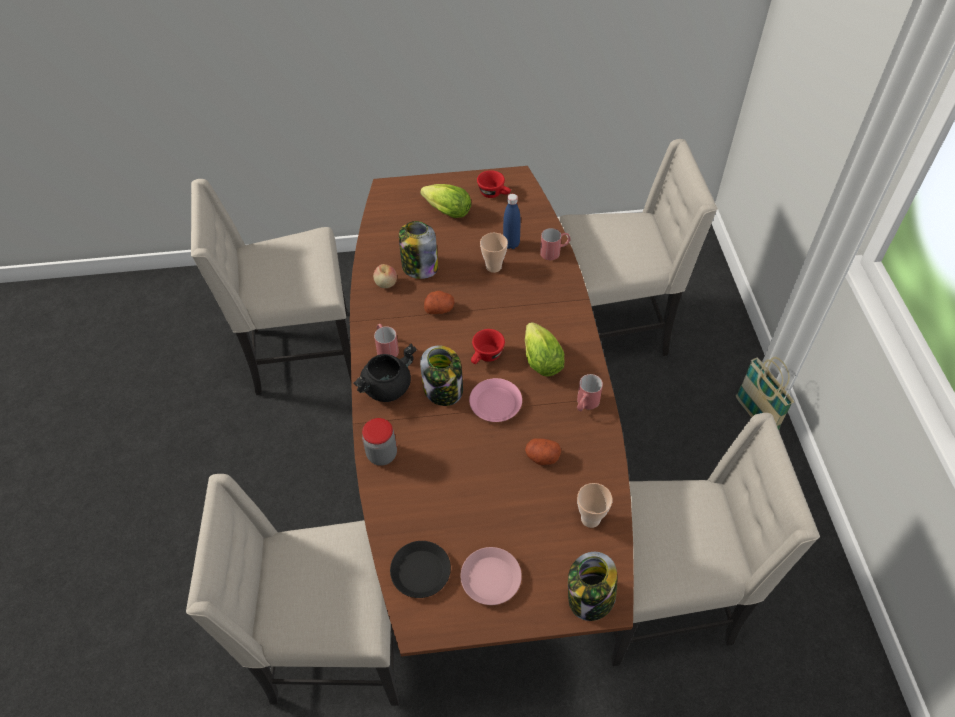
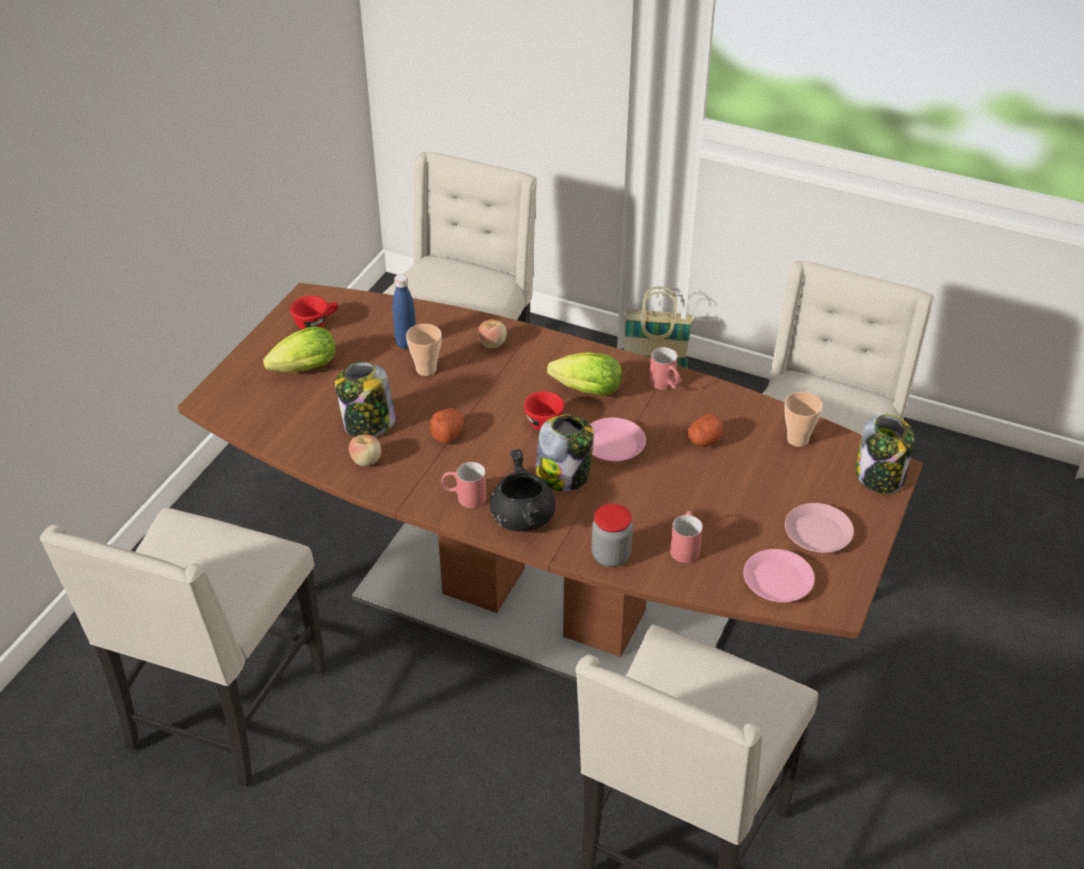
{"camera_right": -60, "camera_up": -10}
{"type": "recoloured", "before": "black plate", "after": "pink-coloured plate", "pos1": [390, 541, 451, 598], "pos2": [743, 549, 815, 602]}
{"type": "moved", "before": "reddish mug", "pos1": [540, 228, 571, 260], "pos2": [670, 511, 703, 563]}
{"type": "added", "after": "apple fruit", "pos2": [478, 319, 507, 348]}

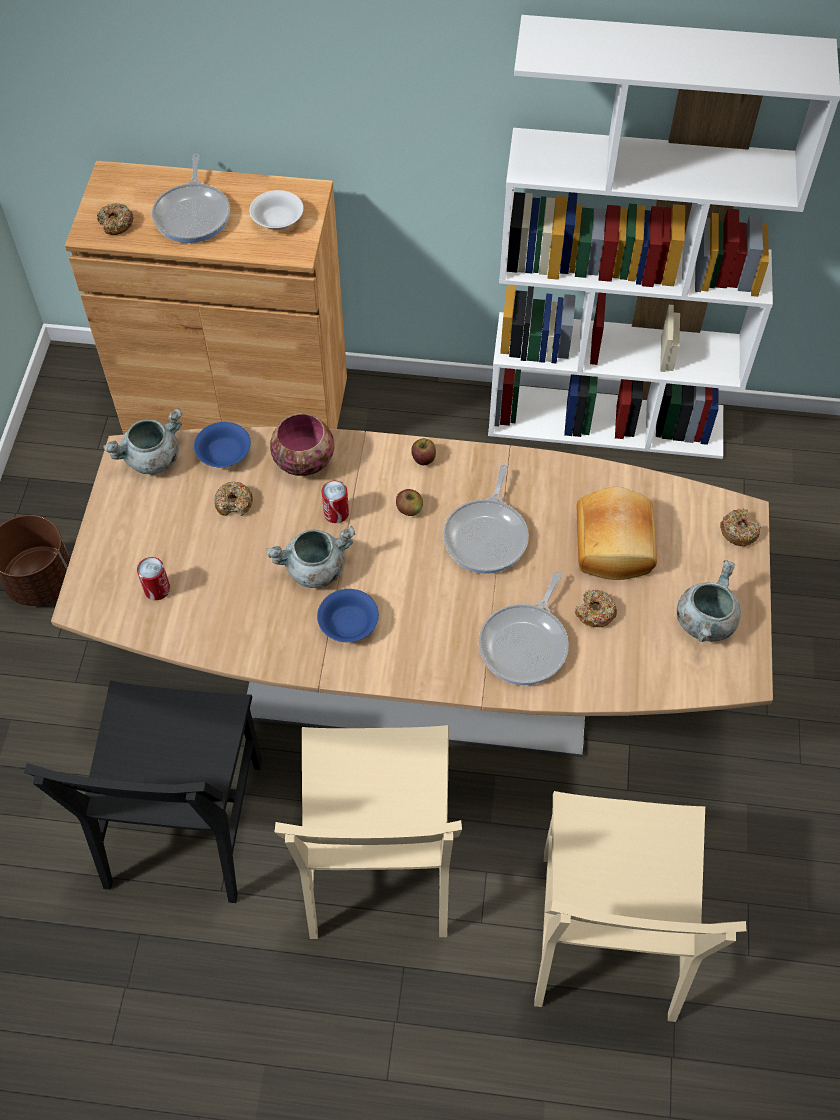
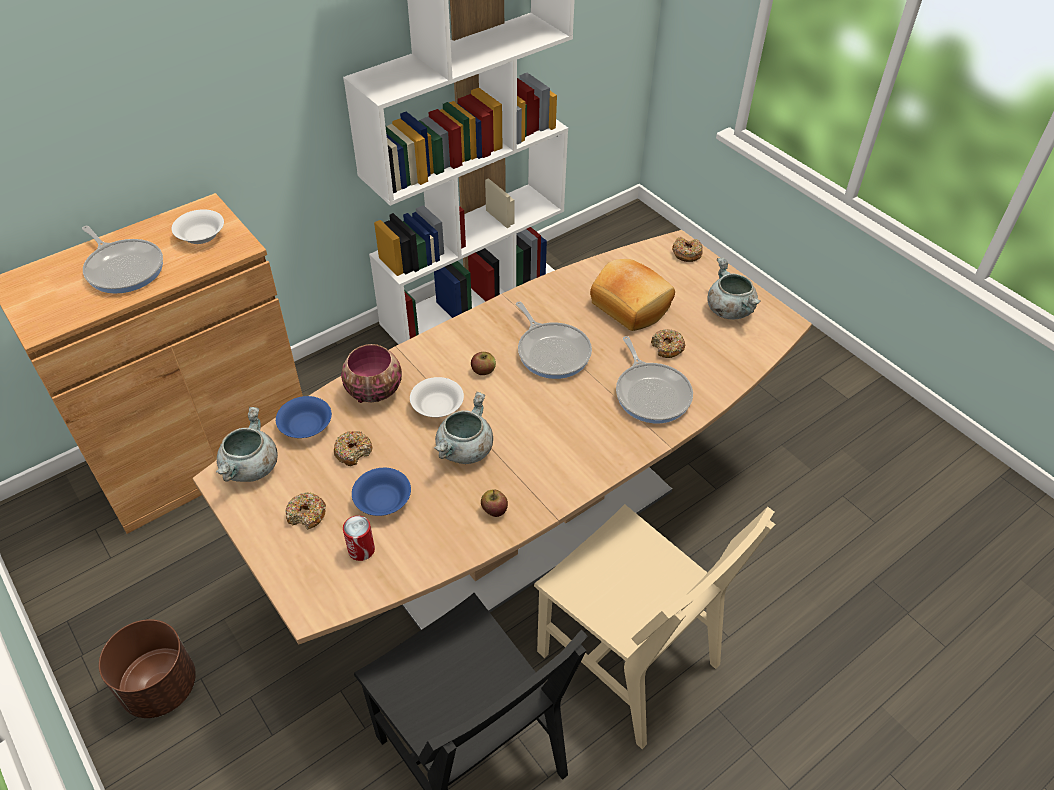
{"camera_right": -45, "camera_up": -10}
{"type": "moved", "before": "doughnut", "pos1": [97, 203, 134, 235], "pos2": [286, 492, 326, 529]}
{"type": "moved", "before": "bluish deep dish", "pos1": [317, 589, 379, 642], "pos2": [352, 468, 411, 516]}
{"type": "replaced", "before": "can", "after": "white-coloured deep dish", "pos1": [321, 481, 349, 523], "pos2": [410, 377, 464, 417]}
{"type": "moved", "before": "apple fruit", "pos1": [411, 438, 436, 465], "pos2": [481, 489, 508, 517]}
{"type": "removed", "before": "beige chair", "pos1": [534, 791, 747, 1022]}

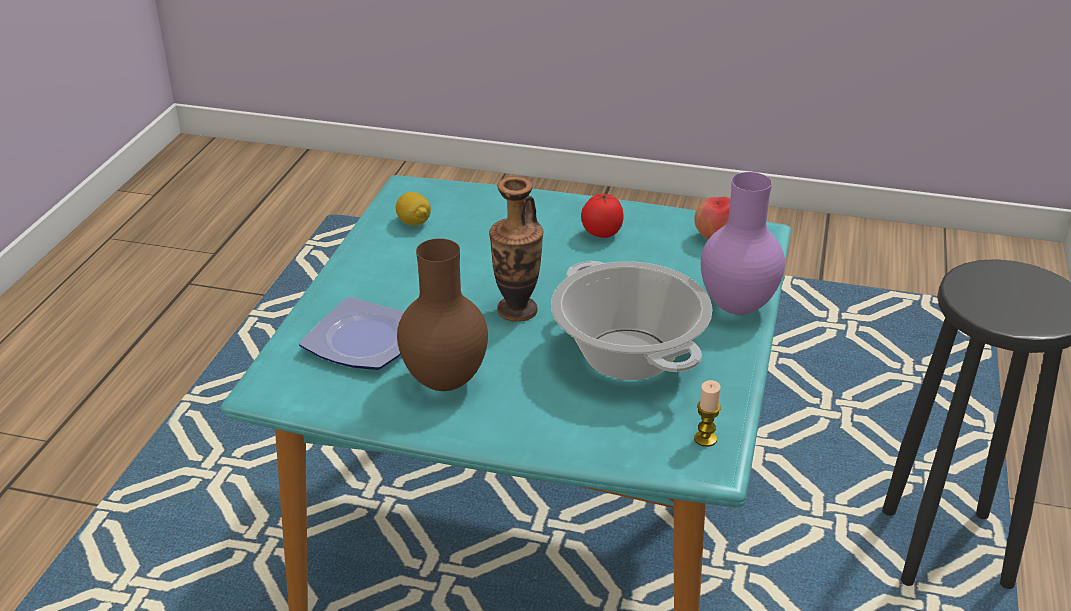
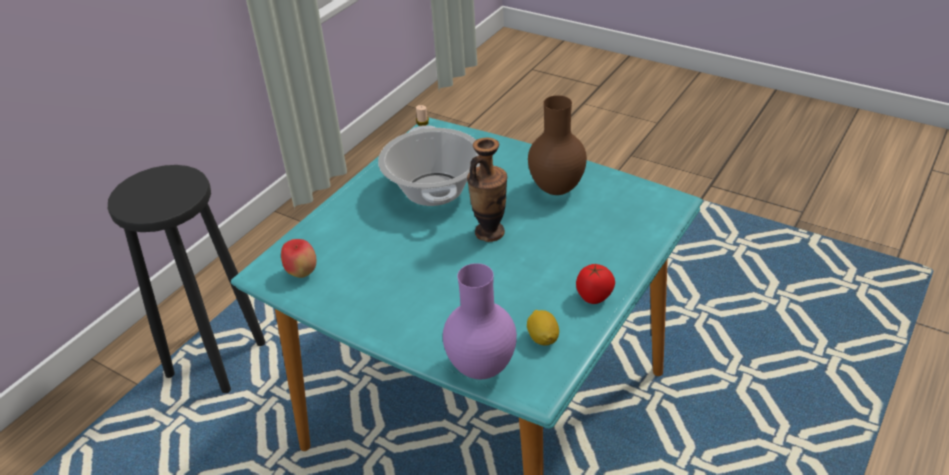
{"camera_right": -160, "camera_up": 5}
{"type": "removed", "before": "plate", "pos1": [299, 297, 404, 370]}
{"type": "moved", "before": "fresh tomato", "pos1": [581, 193, 624, 238], "pos2": [576, 264, 615, 304]}
{"type": "moved", "before": "purple vase", "pos1": [701, 172, 785, 315], "pos2": [443, 263, 517, 380]}

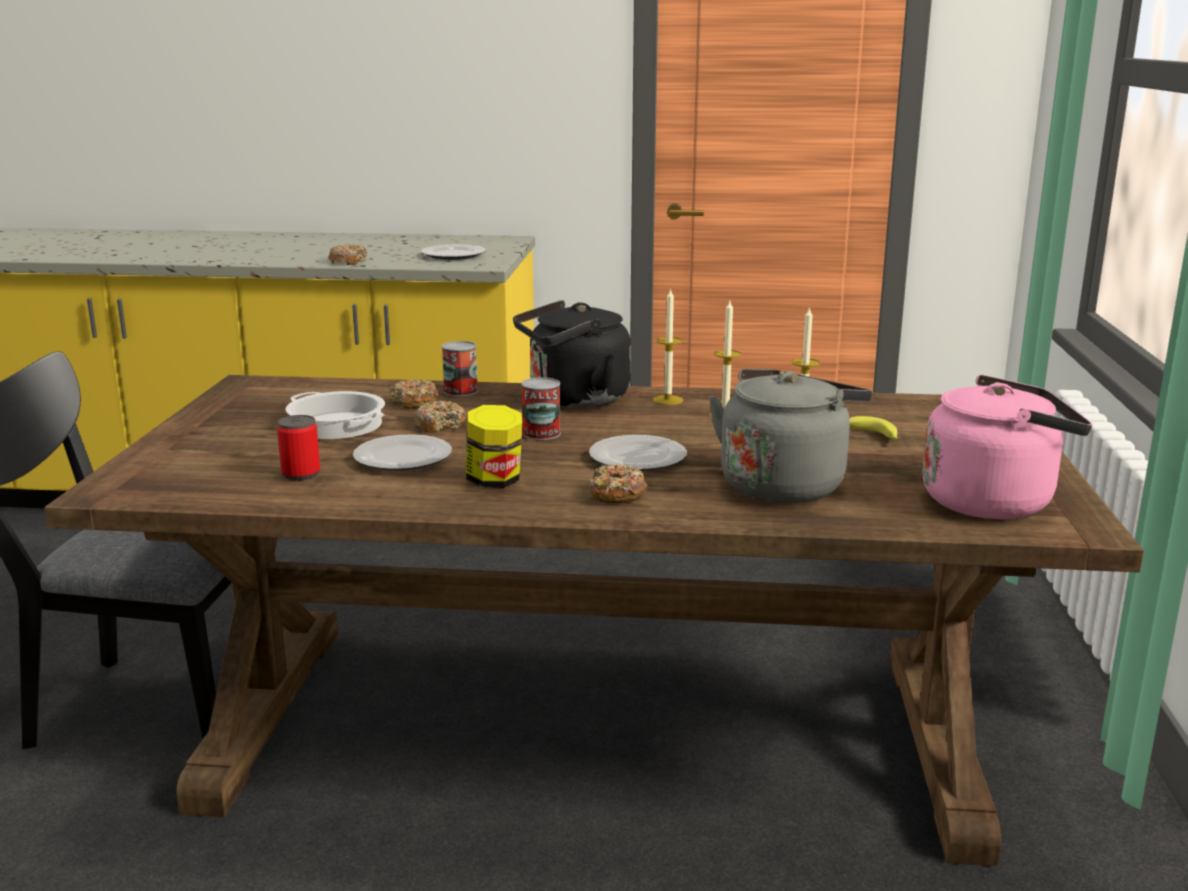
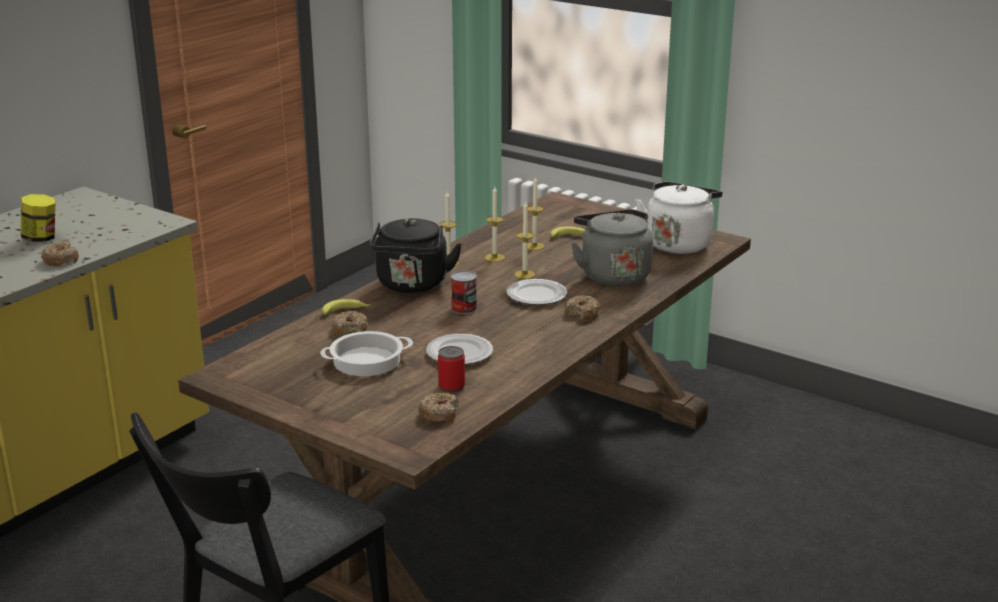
{"camera_right": -60, "camera_up": 5}
{"type": "moved", "before": "doughnut", "pos1": [414, 401, 466, 433], "pos2": [418, 393, 459, 423]}
{"type": "removed", "before": "plate", "pos1": [421, 245, 486, 260]}
{"type": "replaced", "before": "can", "after": "banana fruit", "pos1": [442, 341, 478, 397], "pos2": [322, 299, 370, 315]}
{"type": "moved", "before": "preserve jar", "pos1": [466, 405, 523, 488], "pos2": [21, 194, 55, 242]}
{"type": "recoloured", "before": "pink-coloured kettle", "after": "white-coloured kettle", "pos1": [922, 375, 1092, 519], "pos2": [636, 181, 723, 254]}
{"type": "added", "after": "wax candle", "pos2": [515, 200, 535, 279]}

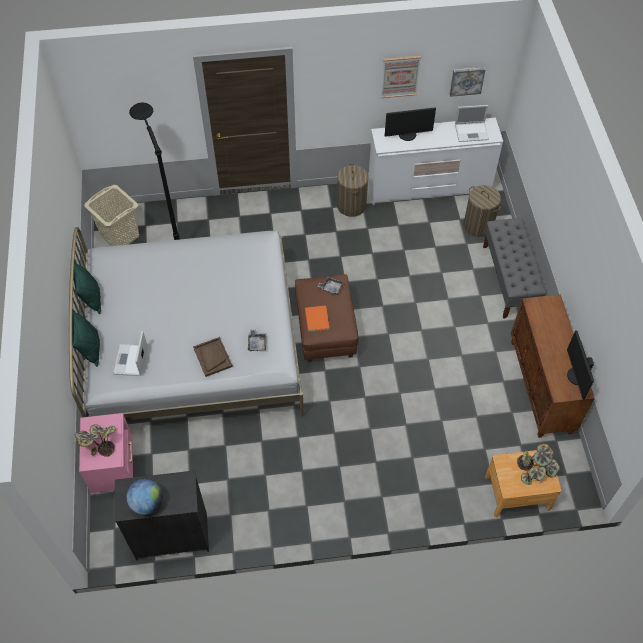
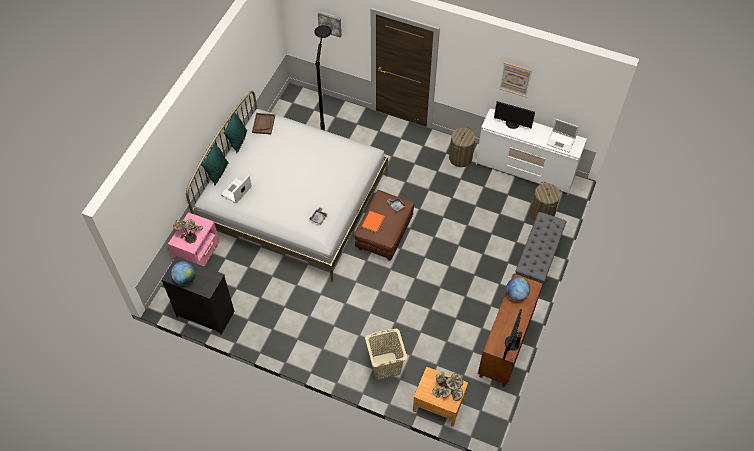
{"camera_right": 30, "camera_up": 0}
{"type": "moved", "before": "beige laundry basket", "pos1": [84, 185, 139, 246], "pos2": [365, 329, 407, 380]}
{"type": "moved", "before": "brownish serving tray", "pos1": [193, 337, 233, 377], "pos2": [252, 113, 275, 135]}
{"type": "moved", "before": "wall art", "pos1": [450, 67, 486, 97], "pos2": [318, 12, 342, 38]}
{"type": "added", "after": "desk globe", "pos2": [506, 277, 530, 301]}

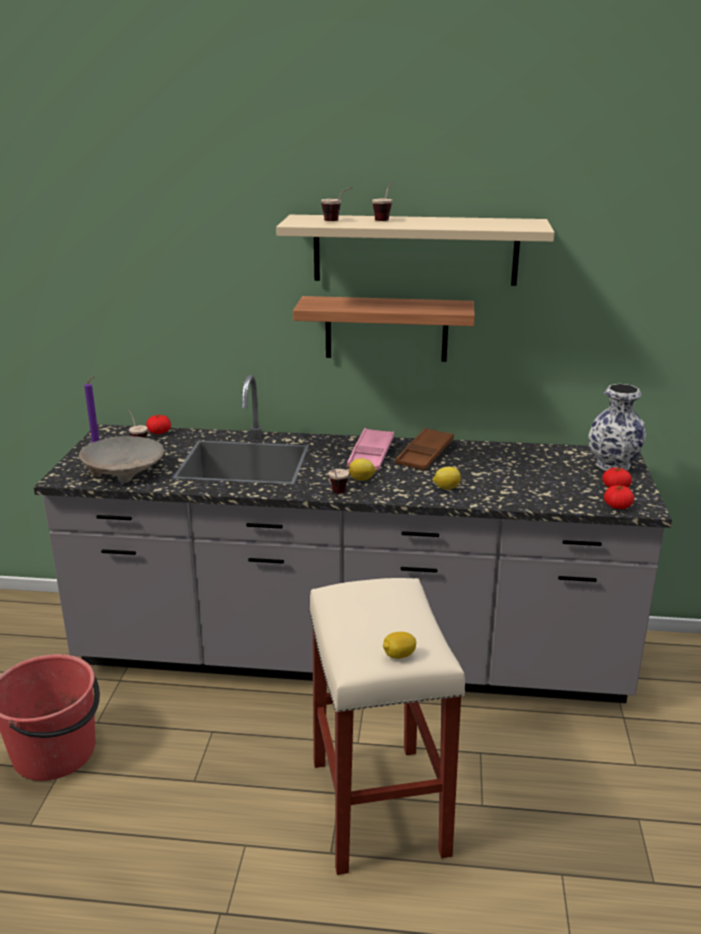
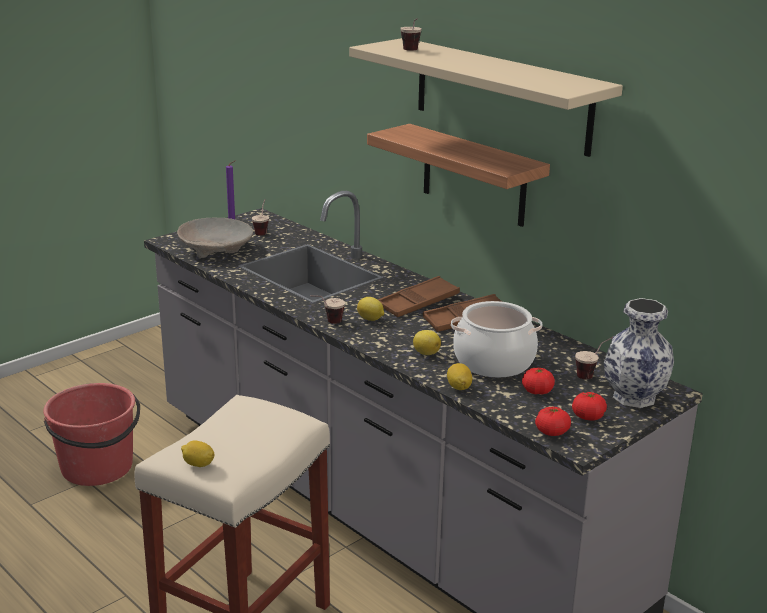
{"camera_right": 40, "camera_up": 0}
{"type": "moved", "before": "fresh tomato", "pos1": [146, 415, 171, 434], "pos2": [522, 368, 555, 395]}
{"type": "recoloured", "before": "pink-coloured serving tray", "after": "brownish serving tray", "pos1": [347, 428, 394, 471], "pos2": [378, 276, 460, 317]}
{"type": "moved", "before": "drinking cup", "pos1": [372, 182, 393, 221], "pos2": [575, 337, 613, 379]}
{"type": "added", "after": "lemon", "pos2": [447, 363, 472, 390]}
{"type": "added", "after": "saucepot", "pos2": [451, 301, 542, 377]}

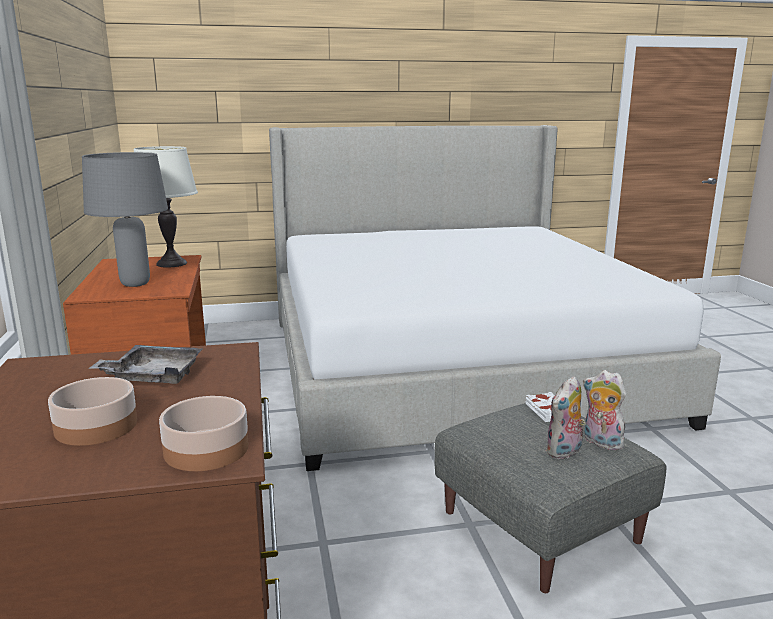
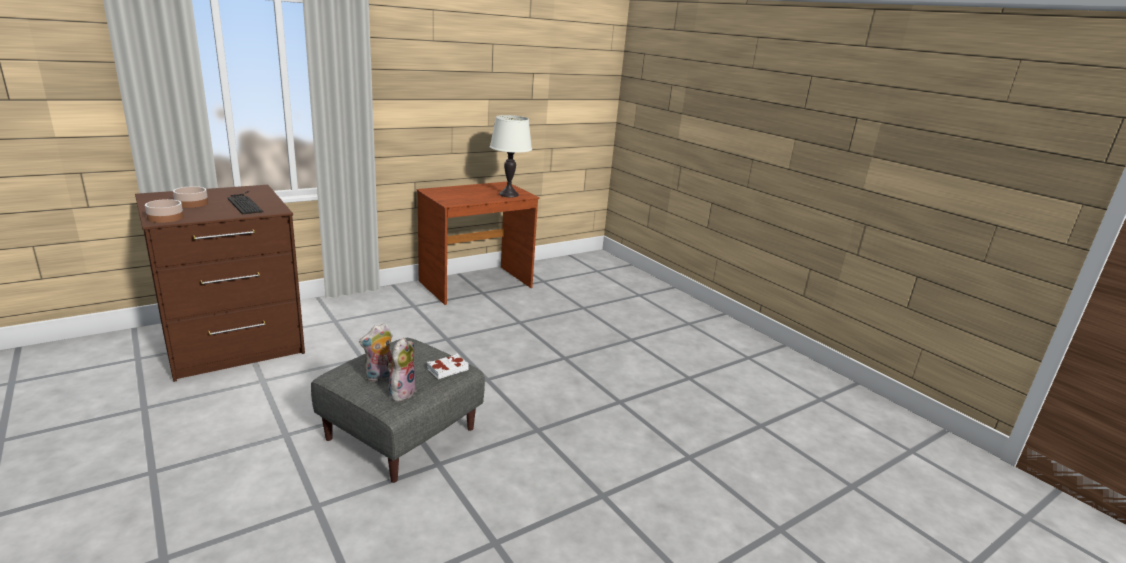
{"camera_right": 65, "camera_up": 5}
{"type": "removed", "before": "greyish table lamp", "pos1": [82, 152, 168, 287]}
{"type": "replaced", "before": "greyish serving tray", "after": "computer keyboard", "pos1": [89, 345, 202, 384], "pos2": [228, 191, 263, 215]}
{"type": "removed", "before": "sleeping bed", "pos1": [269, 125, 721, 471]}
{"type": "turned", "before": "soft toy", "pos1": [546, 376, 586, 459], "pos2": [359, 323, 392, 382], "turn": -60}

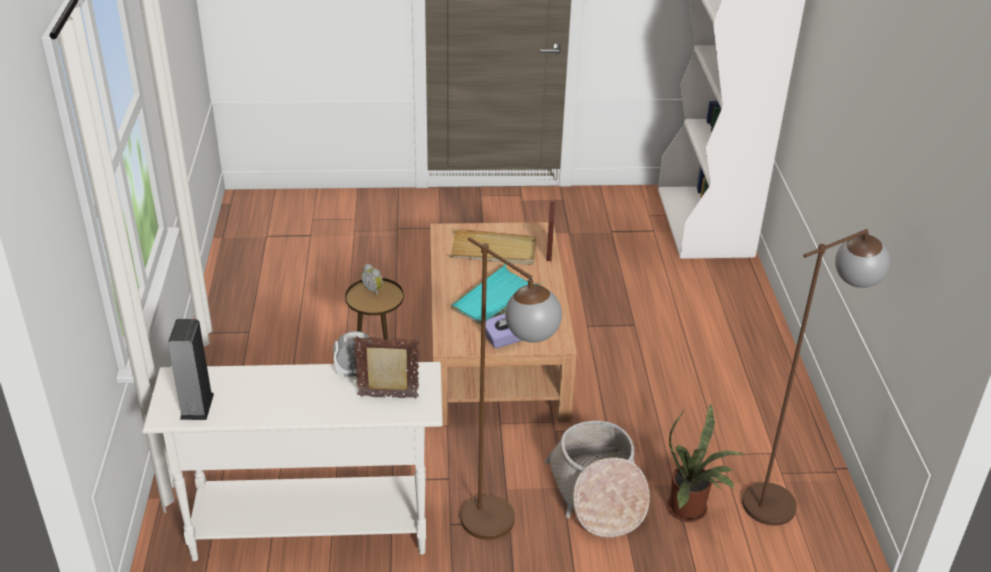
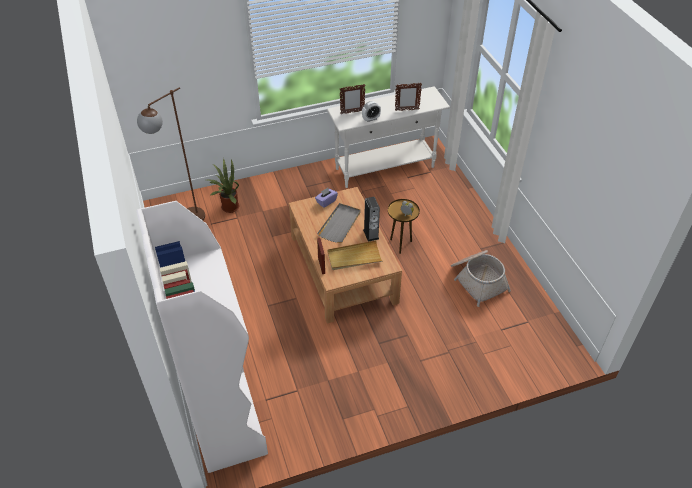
{"camera_right": 165, "camera_up": 10}
{"type": "moved", "before": "audio speaker", "pos1": [168, 319, 214, 420], "pos2": [363, 197, 380, 242]}
{"type": "recoloured", "before": "turquoise-coloured serving tray", "after": "greyish serving tray", "pos1": [451, 263, 543, 325], "pos2": [317, 203, 361, 243]}
{"type": "removed", "before": "brownish standard lamp", "pos1": [461, 237, 562, 540]}
{"type": "moved", "before": "household basket", "pos1": [545, 421, 650, 538], "pos2": [451, 250, 511, 307]}
{"type": "added", "after": "picture frame", "pos2": [395, 83, 422, 111]}

